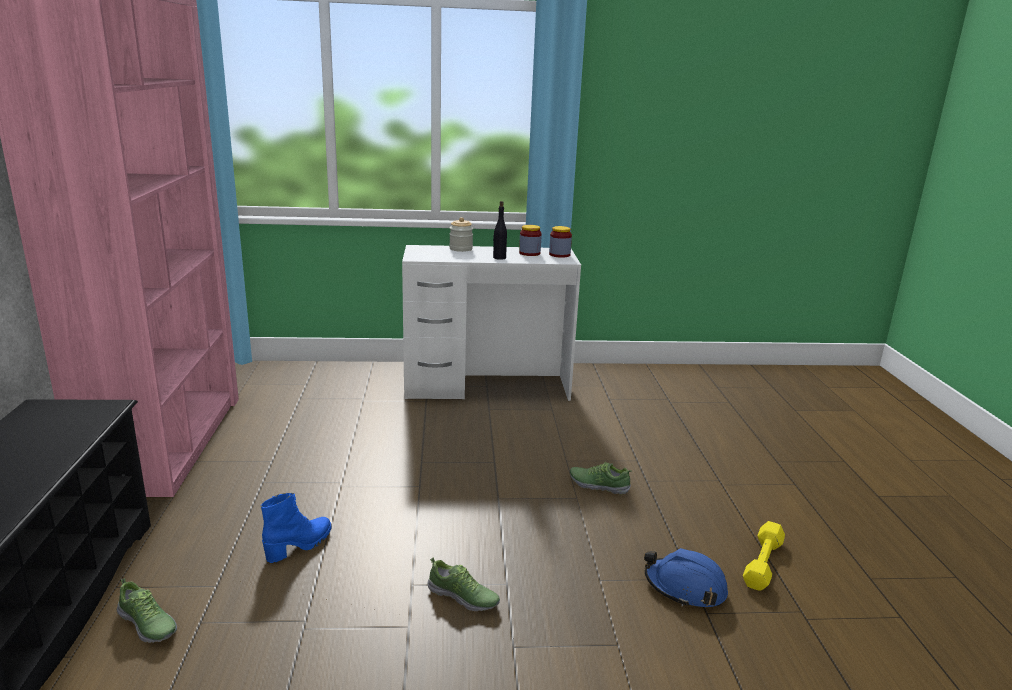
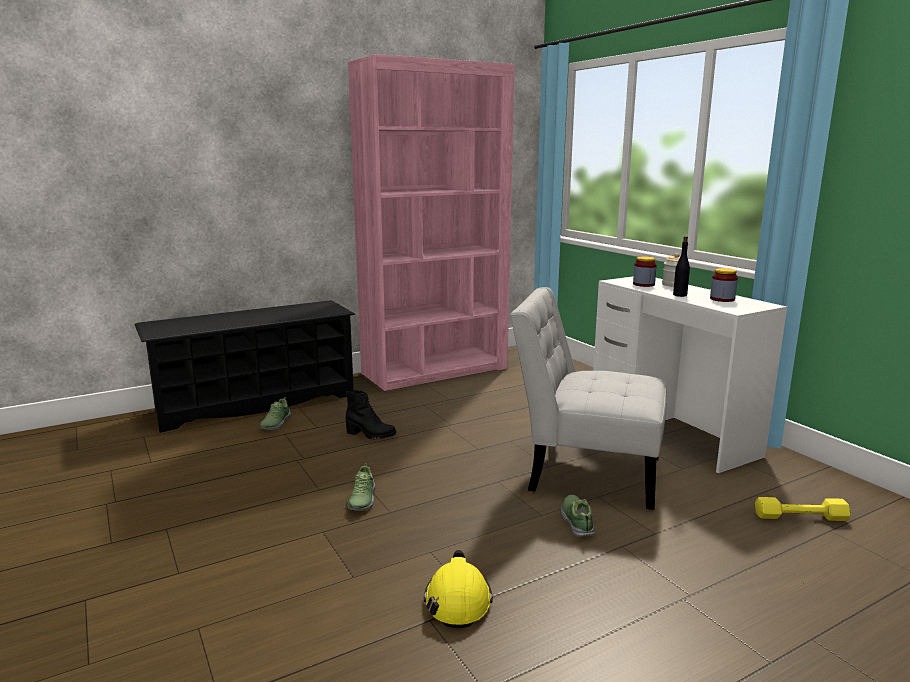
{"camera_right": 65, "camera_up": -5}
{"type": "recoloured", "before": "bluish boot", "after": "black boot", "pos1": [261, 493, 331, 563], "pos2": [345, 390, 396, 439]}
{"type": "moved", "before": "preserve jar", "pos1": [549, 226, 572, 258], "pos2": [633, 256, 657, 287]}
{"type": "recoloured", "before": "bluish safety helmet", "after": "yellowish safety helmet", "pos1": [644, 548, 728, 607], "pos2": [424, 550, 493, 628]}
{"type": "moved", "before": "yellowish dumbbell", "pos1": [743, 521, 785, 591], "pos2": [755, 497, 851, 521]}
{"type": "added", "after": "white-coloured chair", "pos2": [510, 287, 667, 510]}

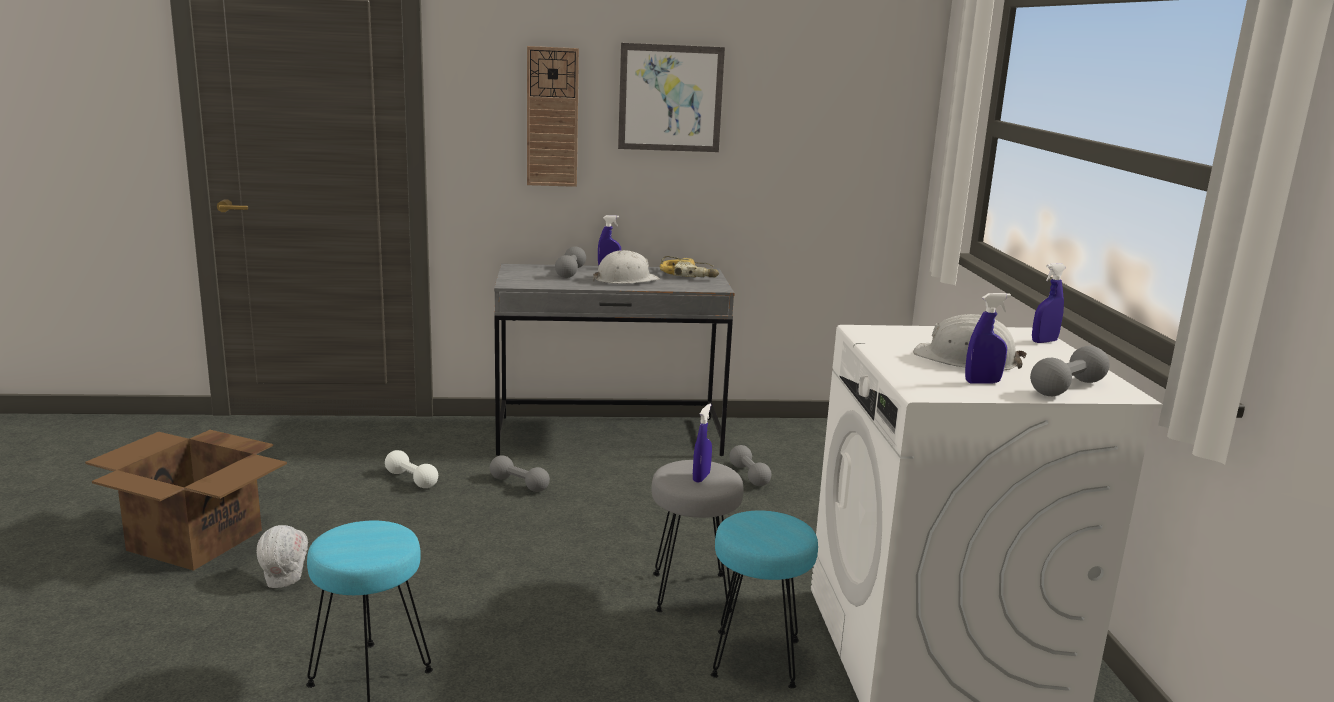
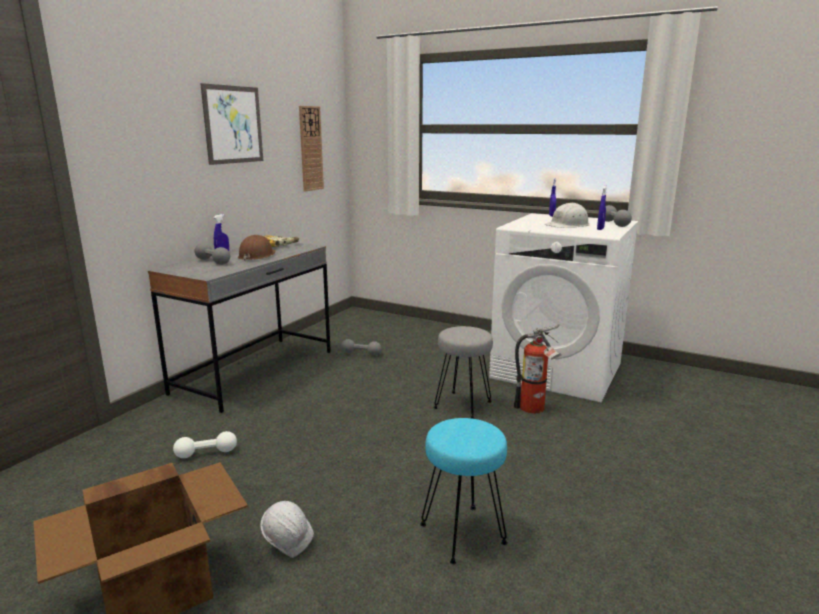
{"camera_right": -55, "camera_up": 0}
{"type": "removed", "before": "greyish dumbbell", "pos1": [490, 455, 550, 492]}
{"type": "moved", "before": "wall clock", "pos1": [527, 46, 579, 187], "pos2": [299, 106, 324, 192]}
{"type": "recoloured", "before": "white-coloured safety helmet", "after": "brownish safety helmet", "pos1": [593, 250, 660, 284], "pos2": [238, 235, 276, 261]}
{"type": "removed", "before": "bluish sprayer", "pos1": [693, 403, 712, 483]}
{"type": "replaced", "before": "turquoise-coloured stool seat", "after": "fire extinguisher", "pos1": [710, 510, 818, 688], "pos2": [514, 325, 562, 414]}

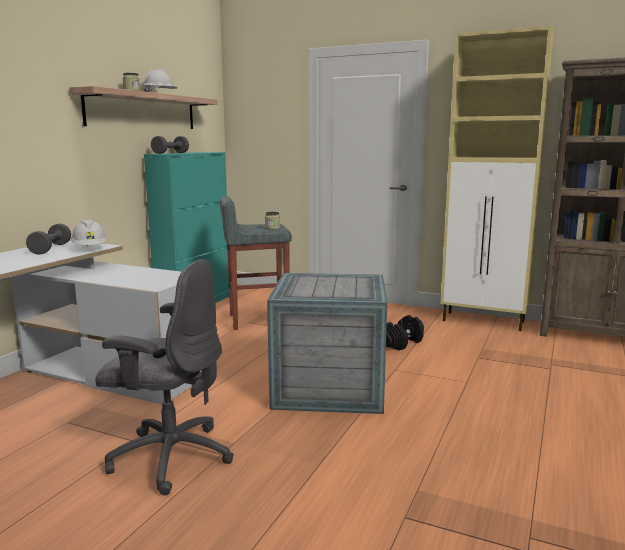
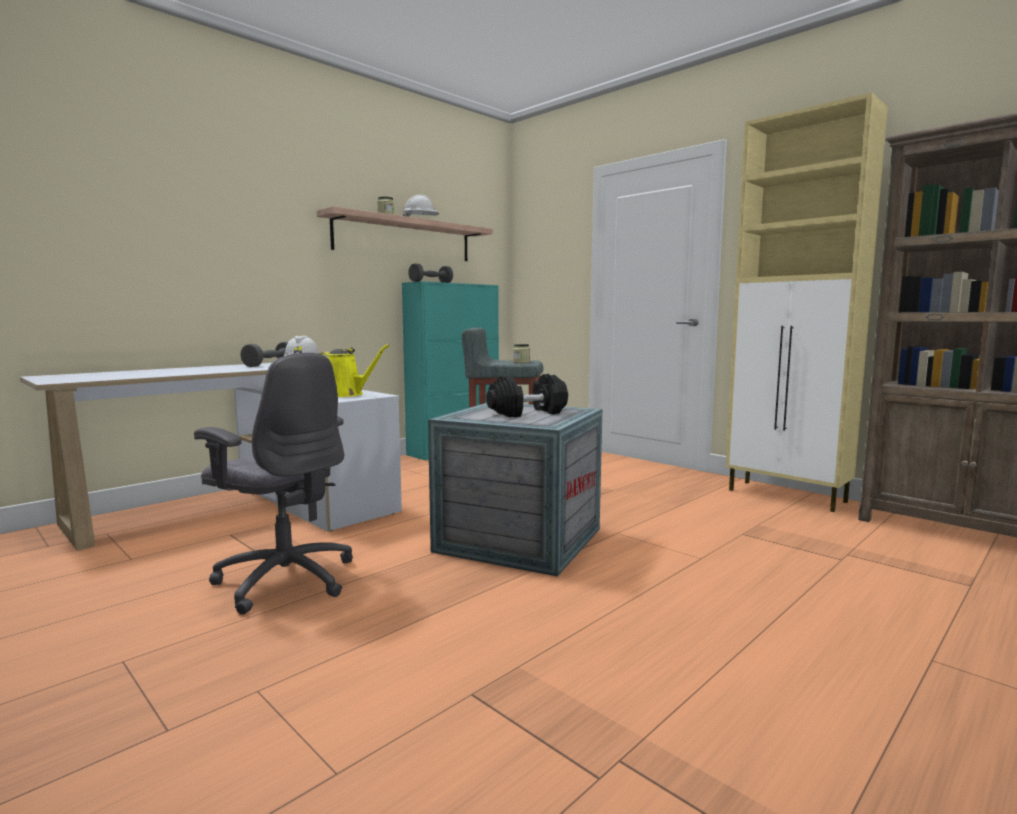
{"camera_right": 20, "camera_up": -5}
{"type": "moved", "before": "black dumbbell", "pos1": [386, 315, 424, 351], "pos2": [486, 374, 568, 417]}
{"type": "added", "after": "yellowish sprinkling can", "pos2": [319, 344, 390, 397]}

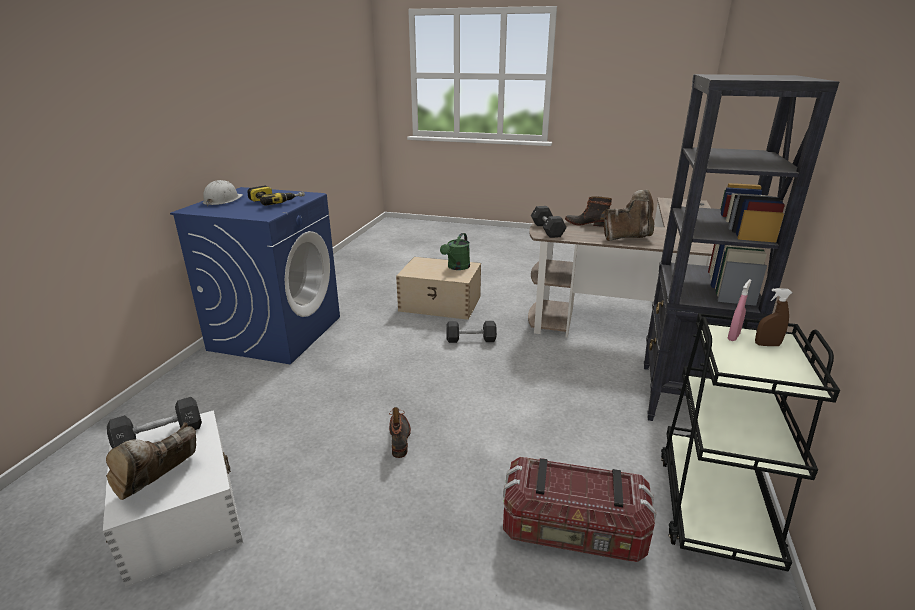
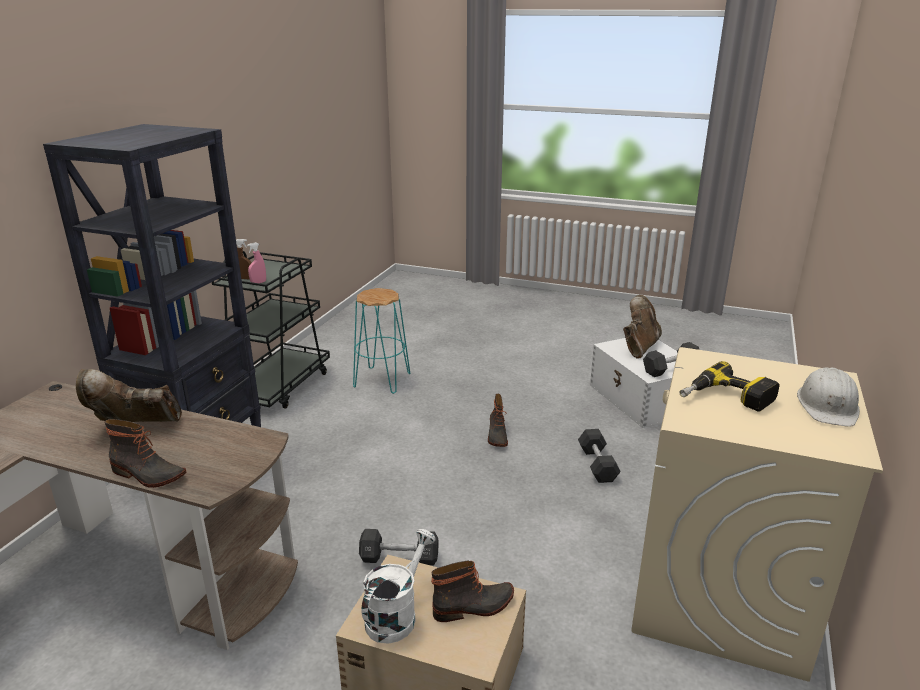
{"camera_right": -175, "camera_up": 0}
{"type": "recoloured", "before": "bluish washing machine", "after": "beige washing machine", "pos1": [170, 187, 340, 364], "pos2": [631, 347, 883, 682]}
{"type": "recoloured", "before": "greenish sprinkling can", "after": "white-coloured sprinkling can", "pos1": [440, 233, 470, 270], "pos2": [361, 529, 436, 644]}
{"type": "replaced", "before": "storage box", "after": "turquoise-coloured stool seat", "pos1": [503, 457, 656, 562], "pos2": [353, 288, 410, 394]}
{"type": "moved", "before": "black dumbbell", "pos1": [531, 206, 567, 238], "pos2": [578, 429, 621, 483]}
{"type": "added", "after": "boot", "pos2": [431, 561, 514, 622]}

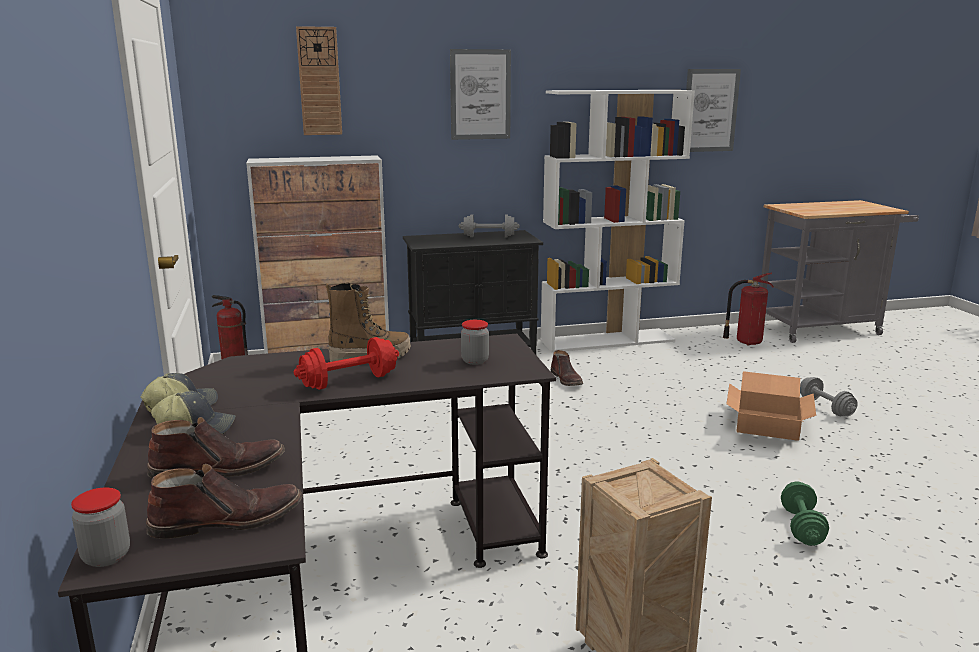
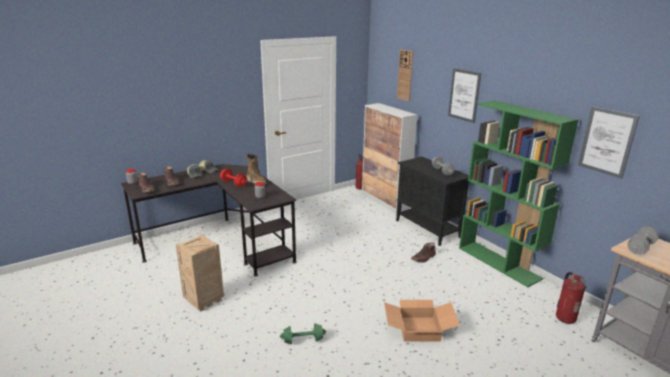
{"camera_right": 70, "camera_up": 5}
{"type": "recoloured", "before": "white-coloured shelving unit", "after": "greenish shelving unit", "pos1": [540, 90, 695, 352], "pos2": [459, 100, 579, 287]}
{"type": "moved", "before": "greyish dumbbell", "pos1": [800, 377, 858, 416], "pos2": [627, 227, 659, 255]}

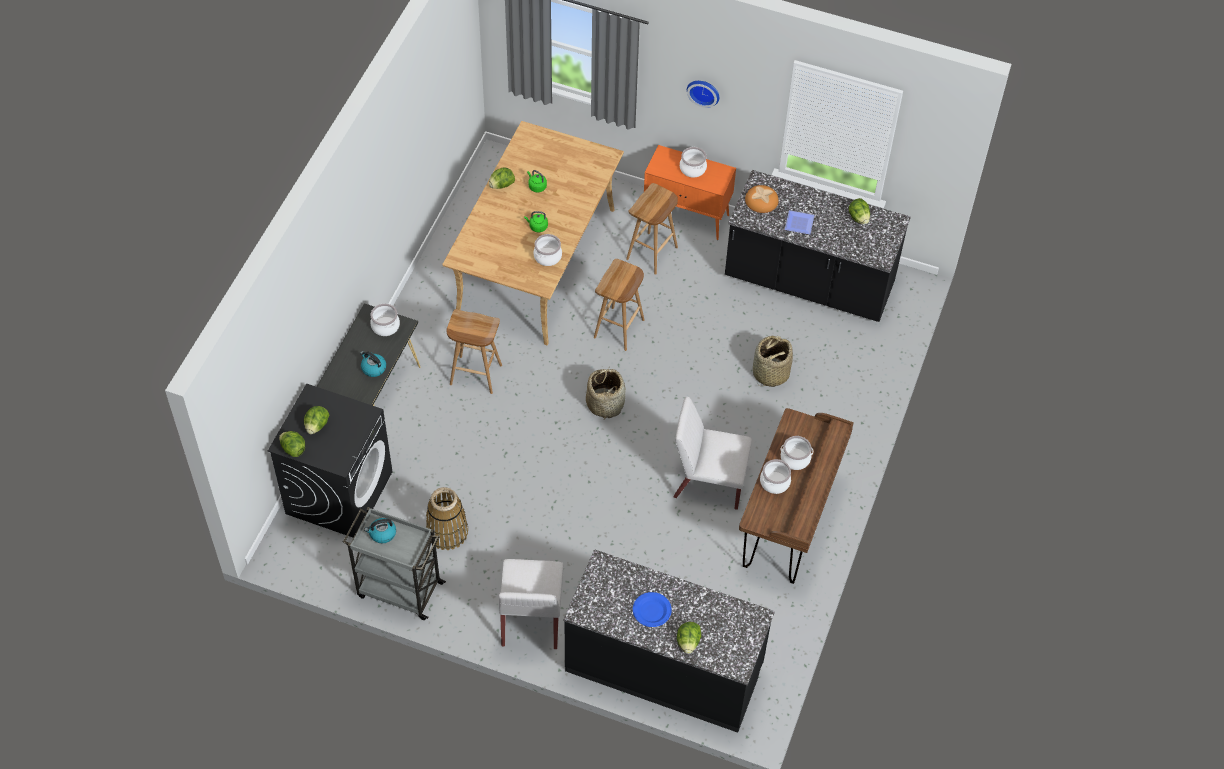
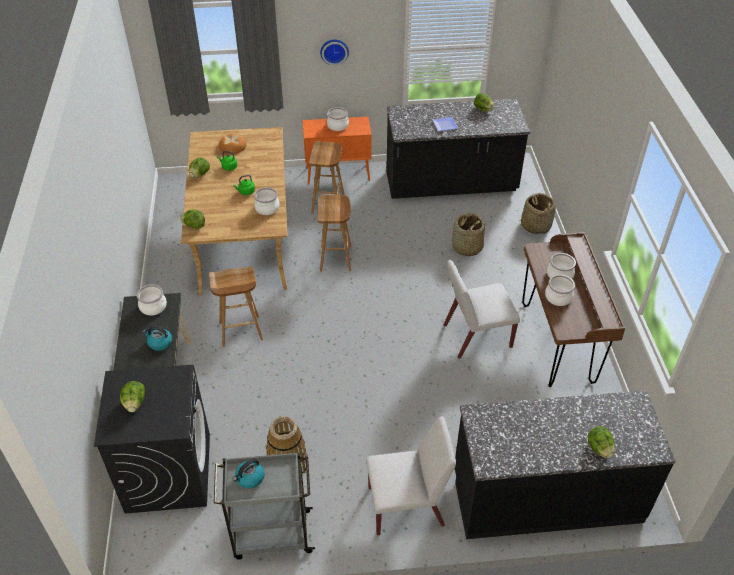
{"camera_right": -25, "camera_up": -10}
{"type": "moved", "before": "lettuce", "pos1": [279, 431, 305, 457], "pos2": [180, 209, 205, 228]}
{"type": "turned", "before": "white-coloured chair", "pos1": [499, 559, 564, 649], "pos2": [367, 416, 456, 535], "turn": -75}
{"type": "moved", "before": "household basket", "pos1": [586, 368, 626, 420], "pos2": [521, 193, 556, 234]}
{"type": "removed", "before": "bluish plate", "pos1": [633, 592, 672, 627]}
{"type": "moved", "before": "bread", "pos1": [745, 185, 779, 213], "pos2": [219, 134, 247, 154]}

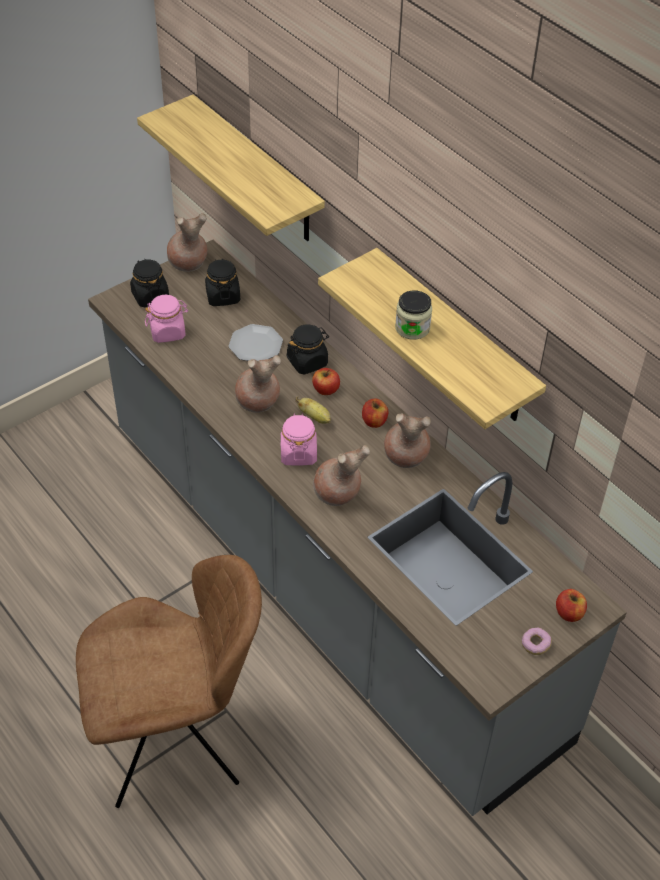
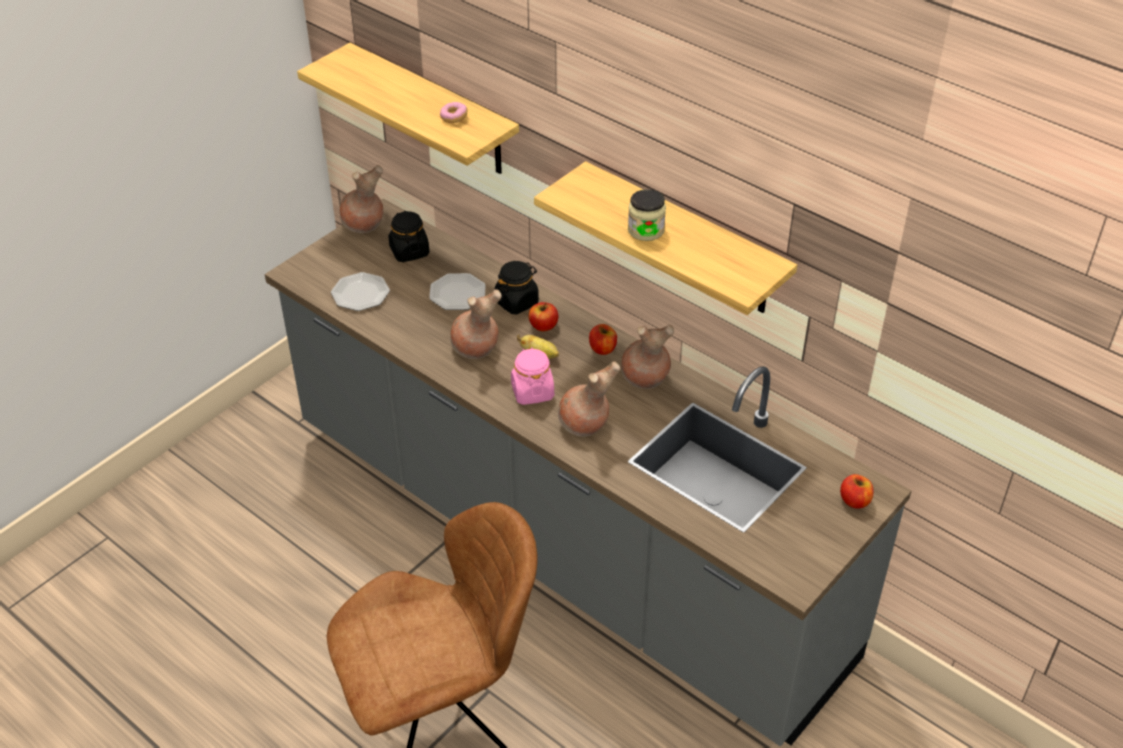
{"camera_right": -10, "camera_up": -5}
{"type": "removed", "before": "black preserve jar", "pos1": [130, 259, 169, 307]}
{"type": "replaced", "before": "pink-coloured preserve jar", "after": "plate", "pos1": [145, 295, 188, 343], "pos2": [331, 272, 390, 311]}
{"type": "moved", "before": "doughnut", "pos1": [522, 628, 552, 655], "pos2": [440, 102, 468, 123]}

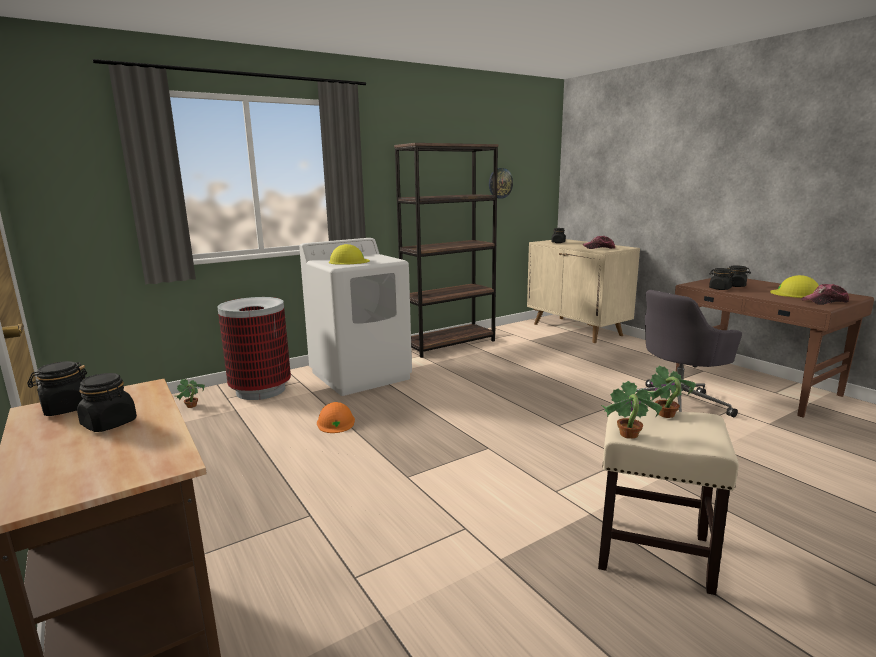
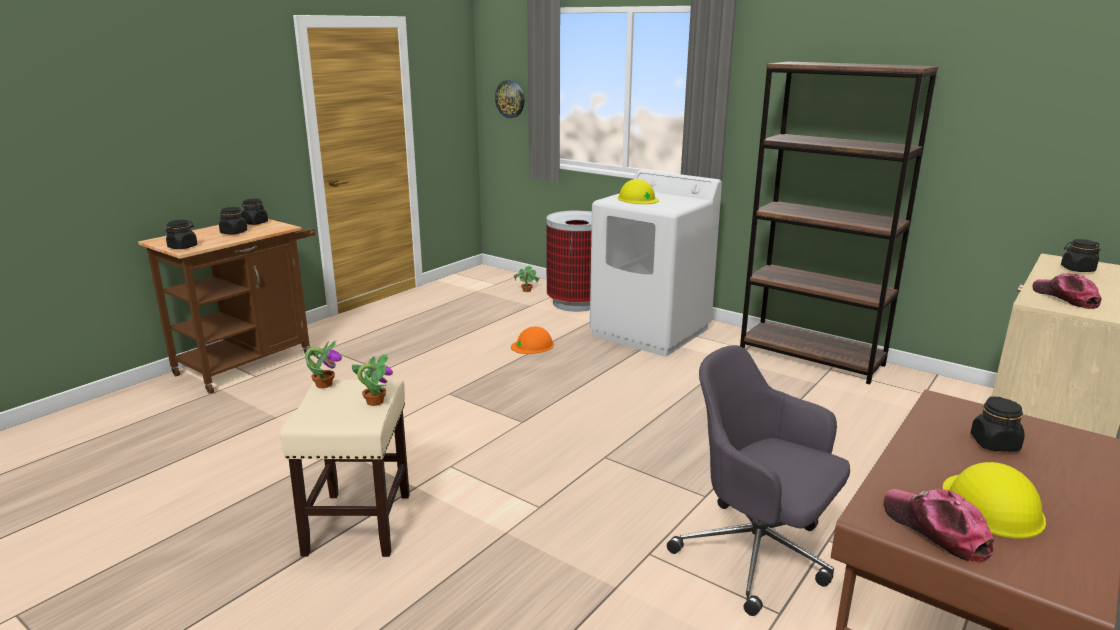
{"camera_right": 70, "camera_up": 5}
{"type": "moved", "before": "wall clock", "pos1": [489, 168, 513, 199], "pos2": [495, 80, 524, 118]}
{"type": "moved", "before": "black preserve jar", "pos1": [709, 268, 734, 290], "pos2": [166, 220, 198, 249]}

